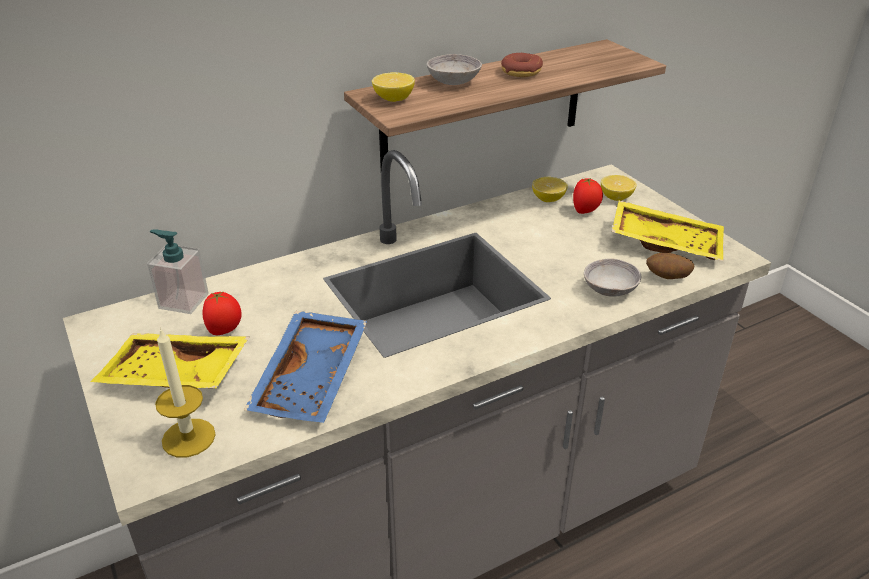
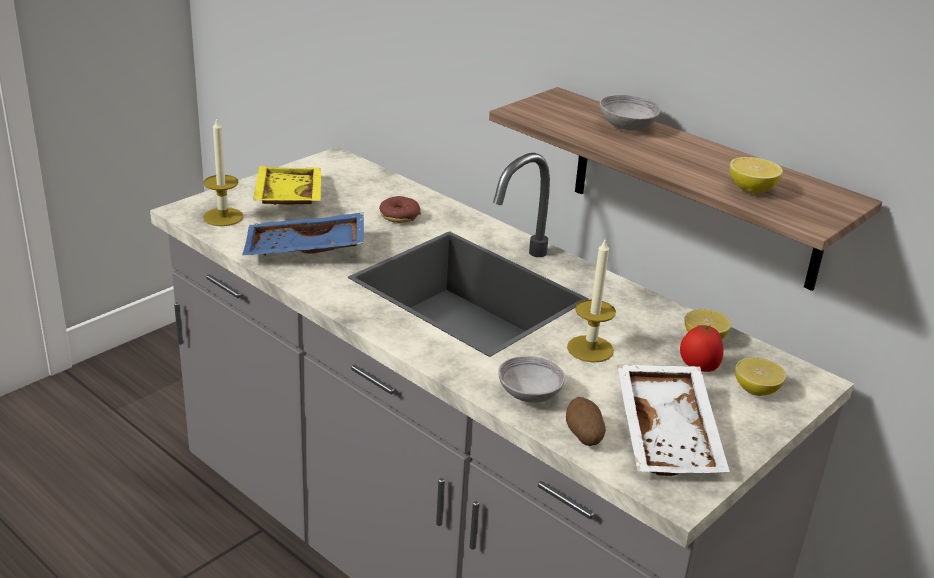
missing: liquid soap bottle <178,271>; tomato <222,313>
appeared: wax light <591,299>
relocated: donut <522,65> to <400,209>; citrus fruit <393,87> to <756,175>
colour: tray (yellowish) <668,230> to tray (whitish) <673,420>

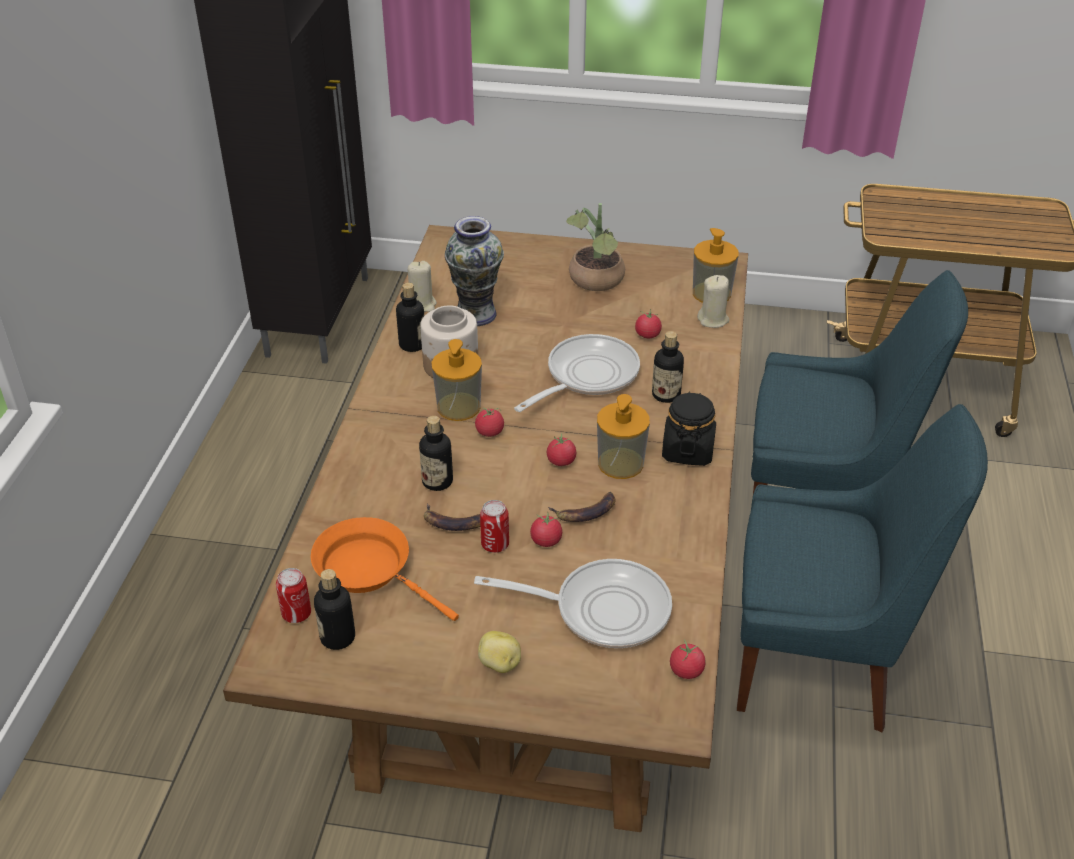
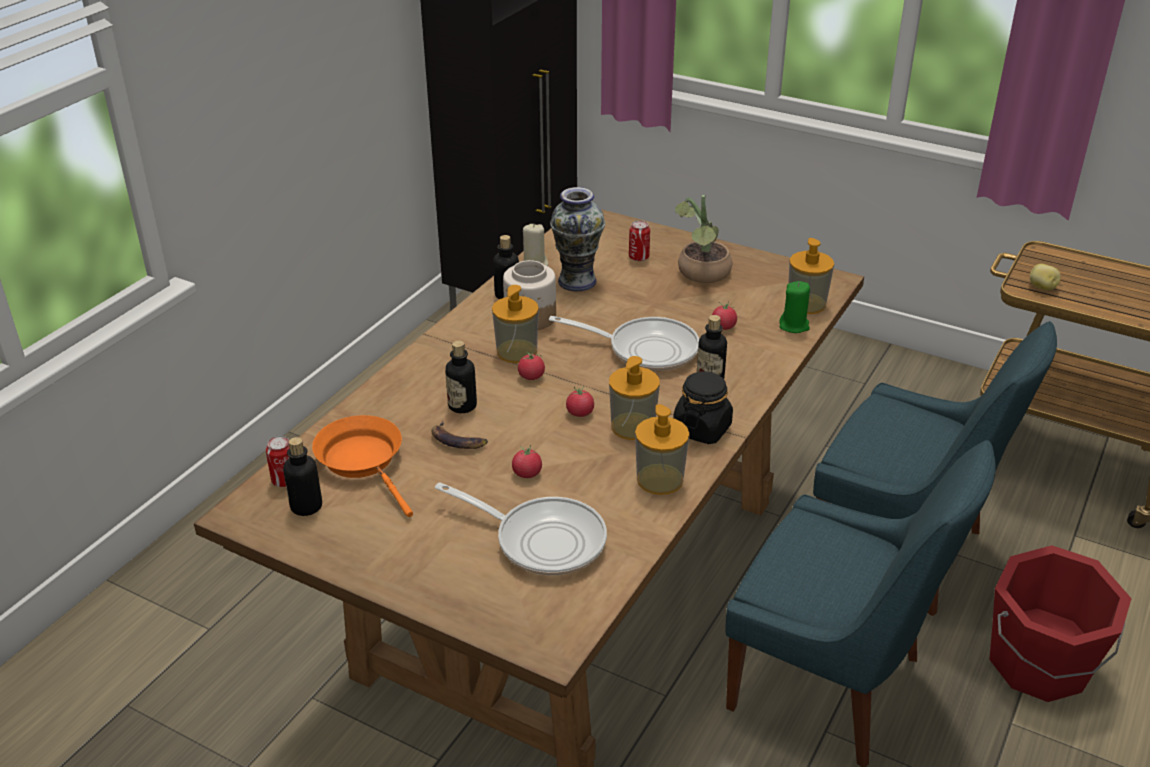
missing: whole banana <582,507>; tomato <688,659>
appeared: liquid soap bottle <662,449>; pail (red) <1060,623>
relocated: sealed can <494,526> to <639,240>; spud <499,652> to <1045,277>
colour: wax light (beige-coloured) <713,301> to wax light (green-coloured) <794,307>
spun: skillet <577,373> = <624,343> 45 degrees clockwise

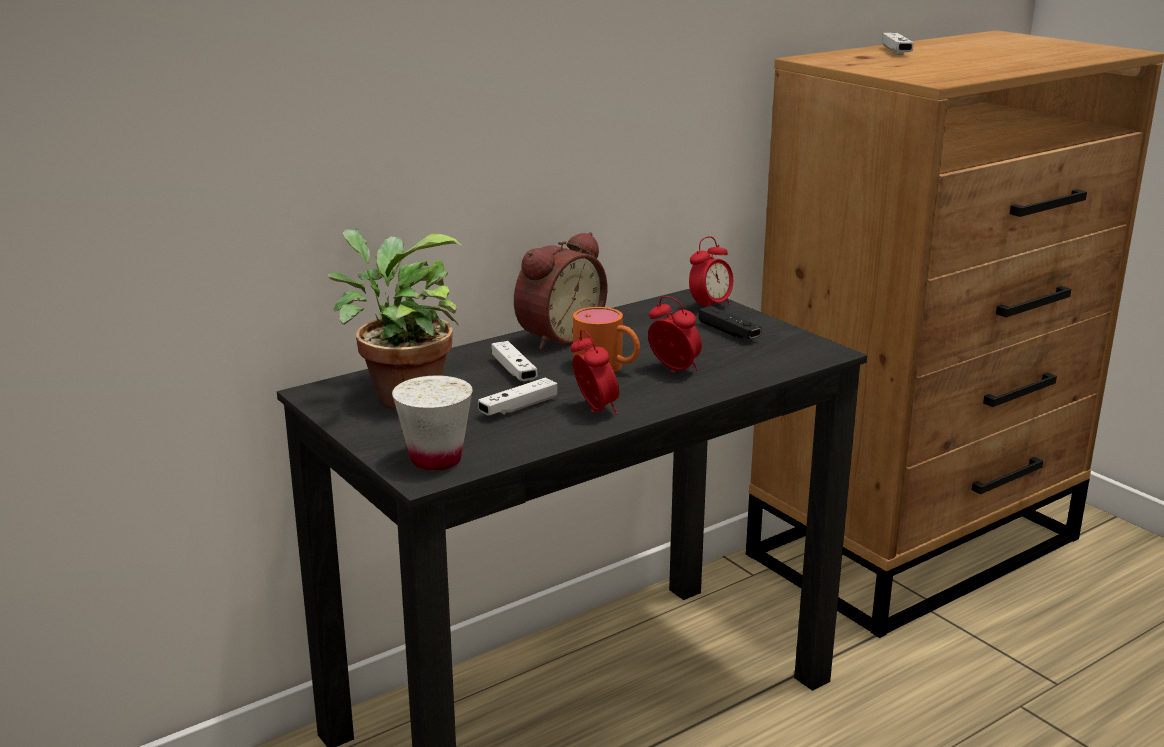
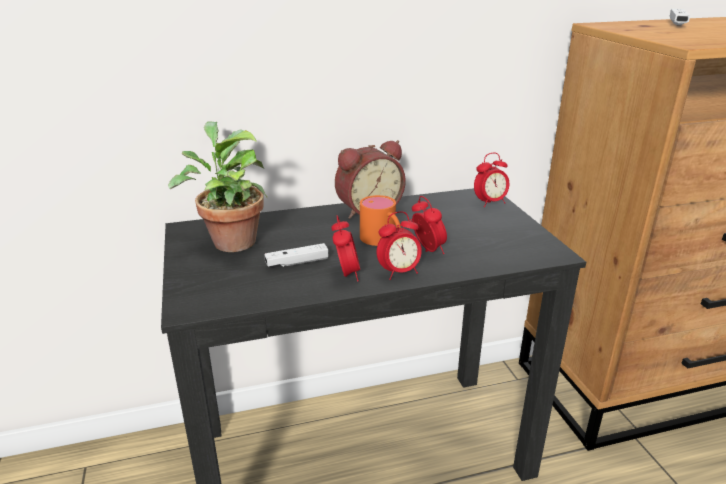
missing: joypad (black-coloured) <730,322>; joypad (whitish) <514,361>; cup (whitish) <432,423>
appeared: table clock <399,245>

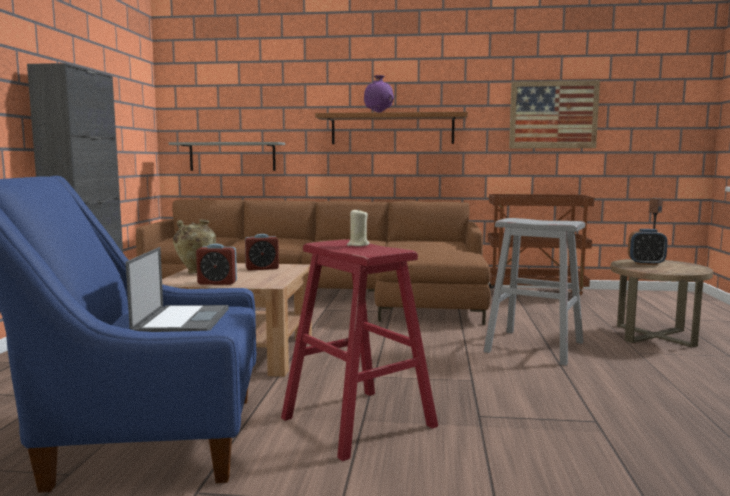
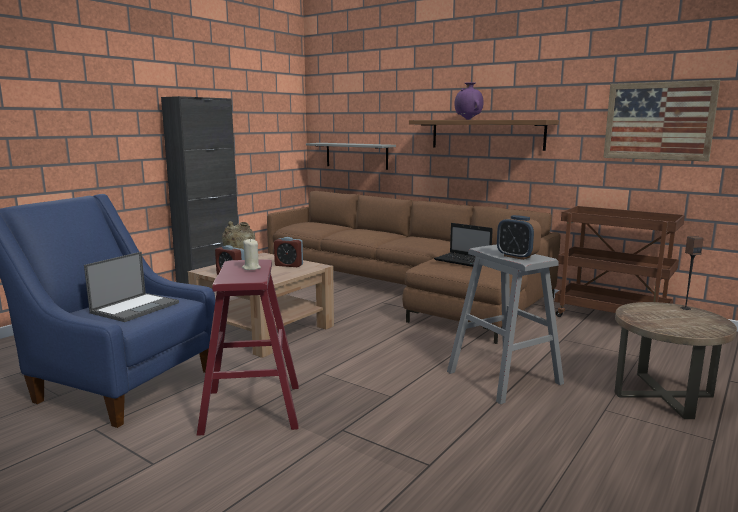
appeared: laptop <463,245>
relocated: table clock <648,247> to <519,237>

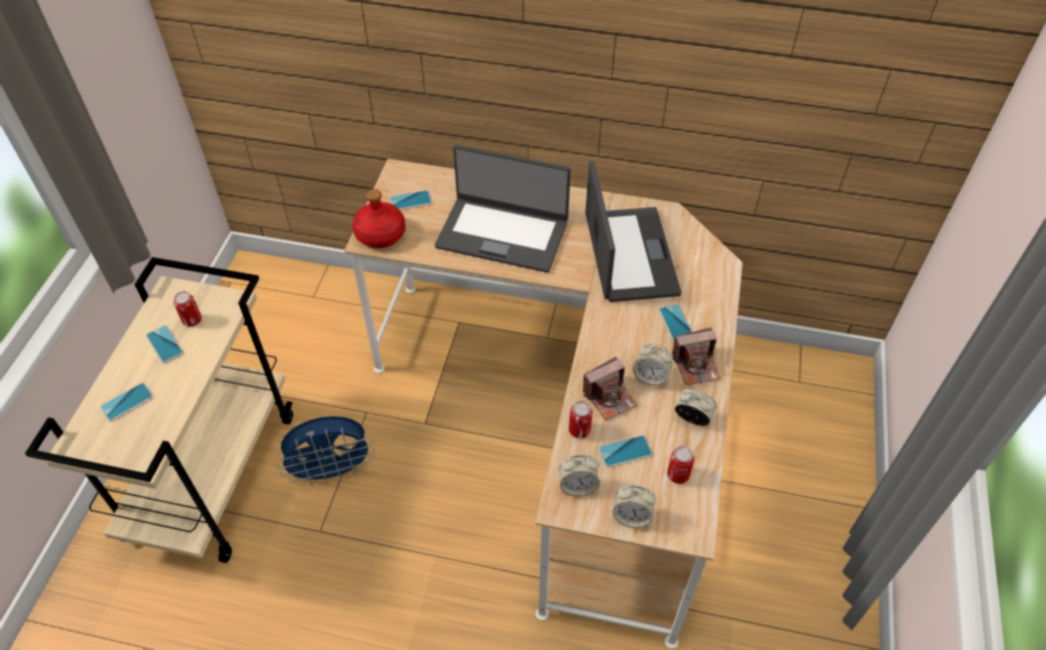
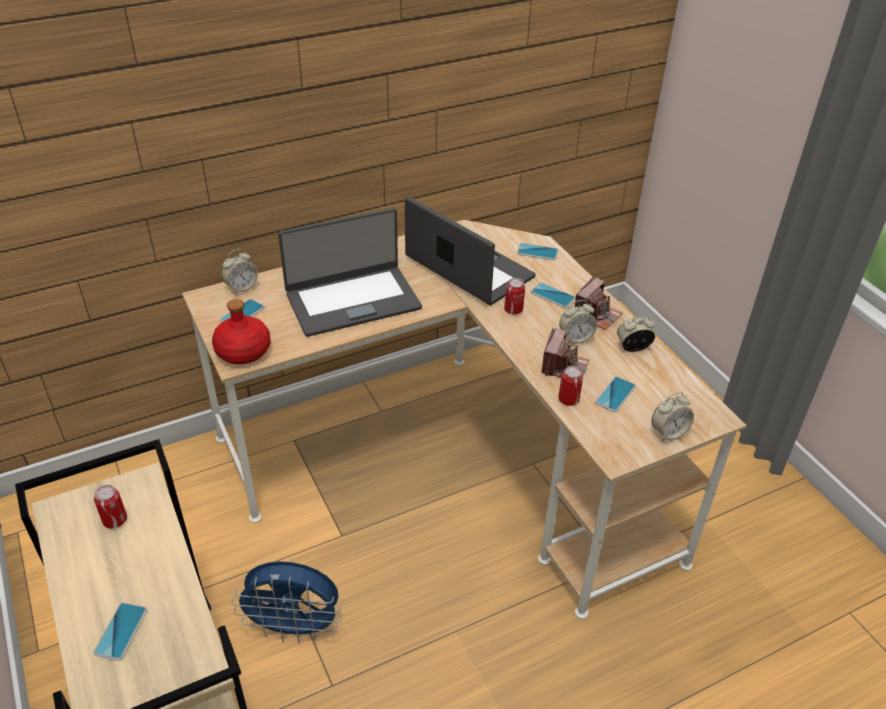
relocated: telephone <165,344> to <537,251>; sealed can <680,465> to <514,296>; table clock <579,476> to <240,272>
spun: electric fan (bluish) <326,451> = <286,602> 60 degrees clockwise

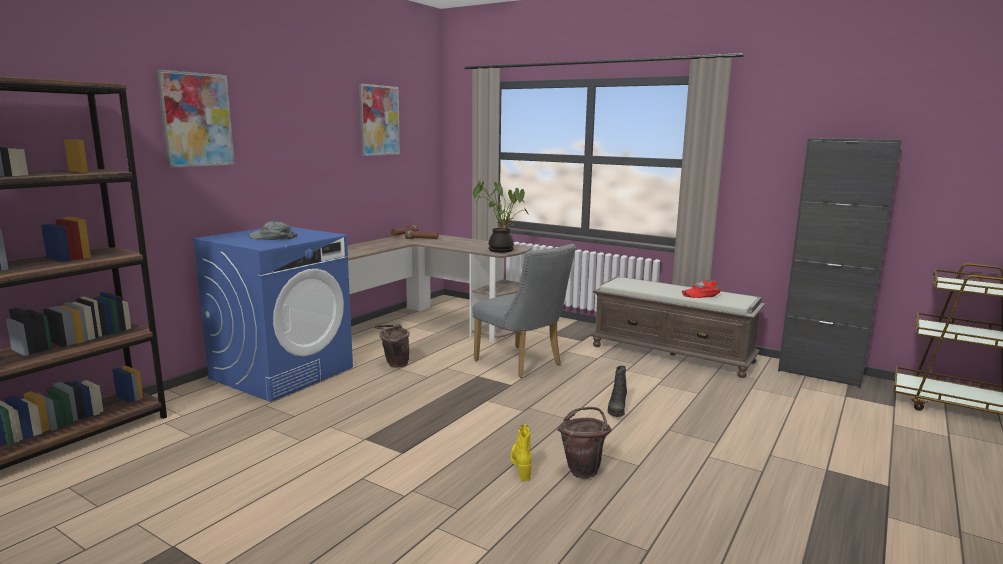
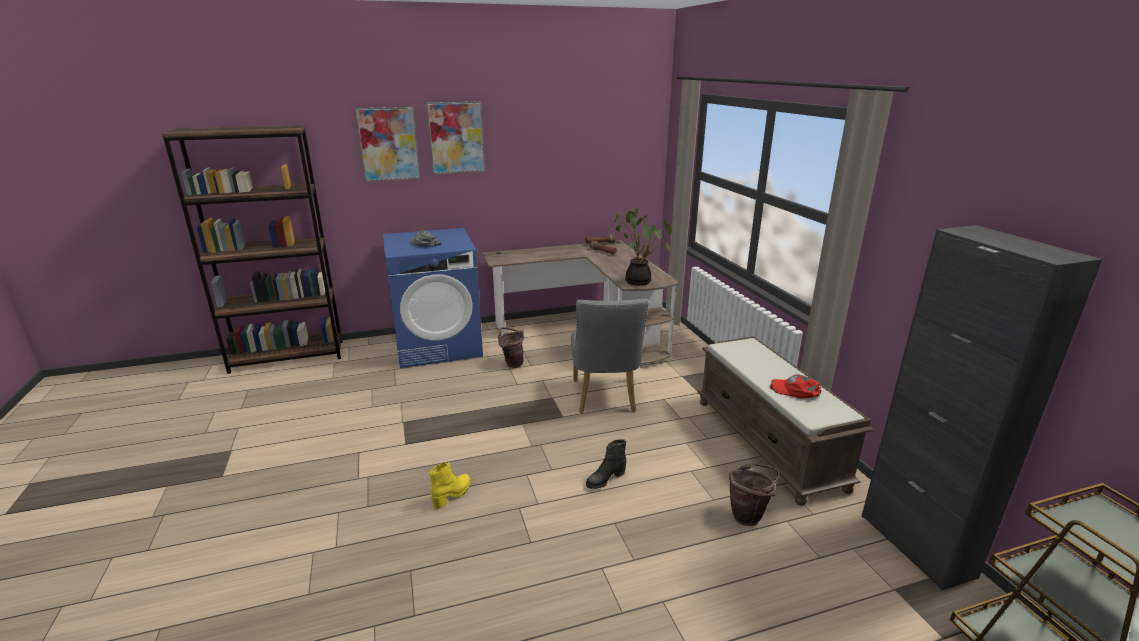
relocated: picture <379,120> to <455,137>; pail (brownish) <584,443> to <754,494>

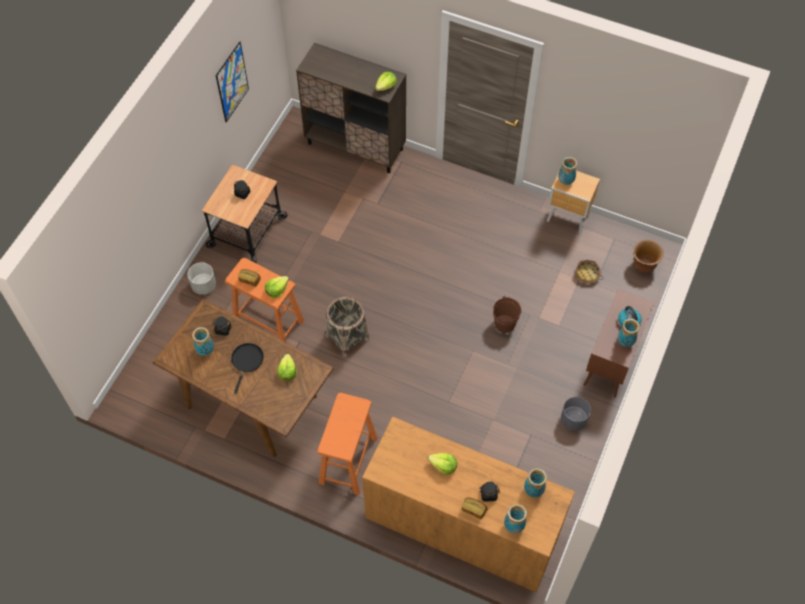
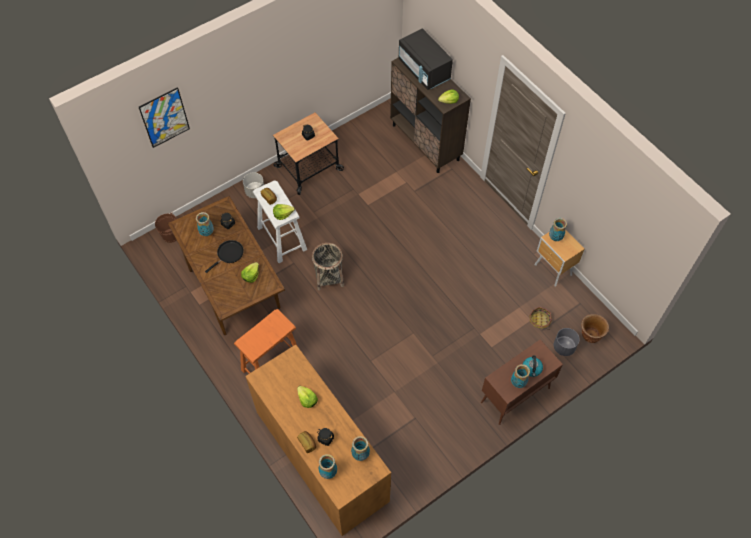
appeared: microwave (black-coloured) <426,59>
relocated: picture <232,81> to <164,117>; pail (brownish) <507,314> to <166,228>; plant pot (greyish) <576,414> to <567,342>
colour: stool seat (orangey) <264,300> to stool seat (whitish) <280,222>

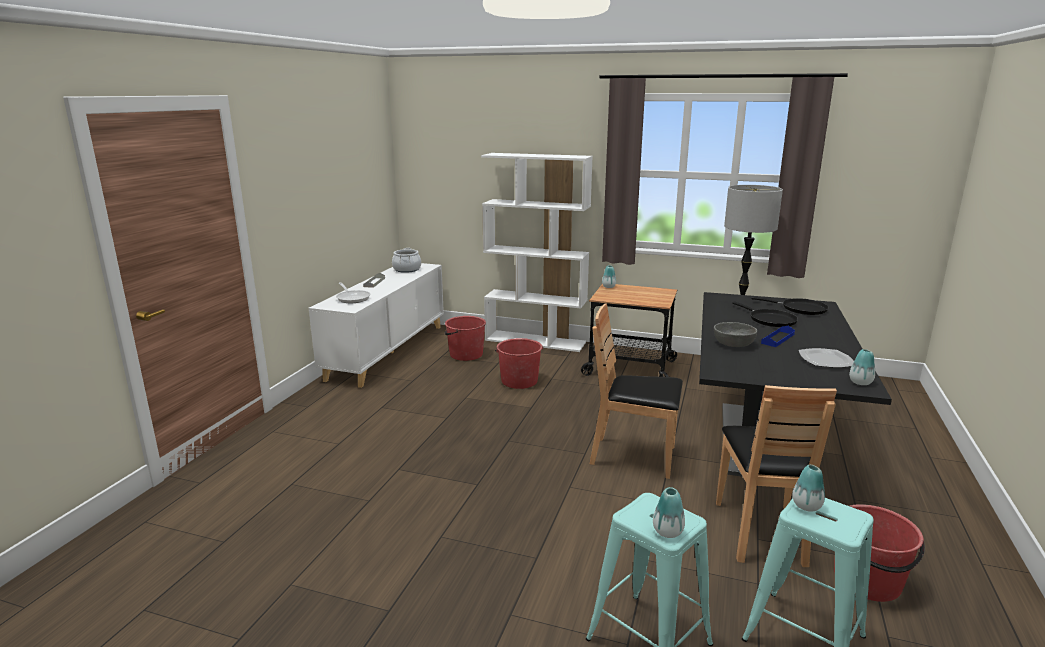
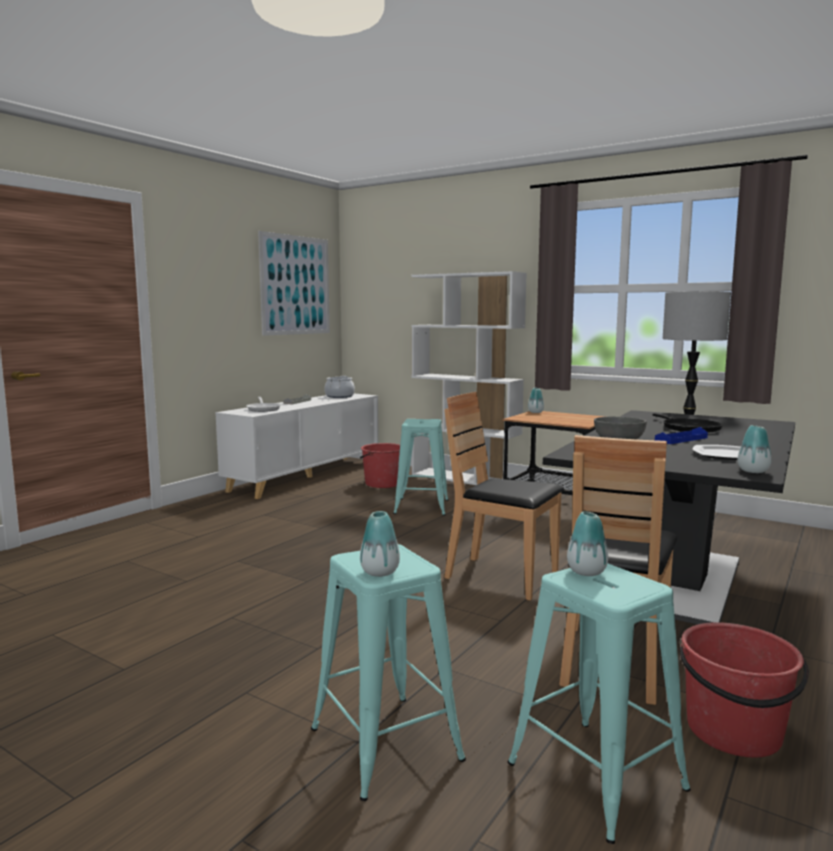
missing: skillet (black-coloured) <790,306>
appeared: picture <294,283>
exchanged: pail (red) <519,363> to stool seat (blue-green) <421,467>

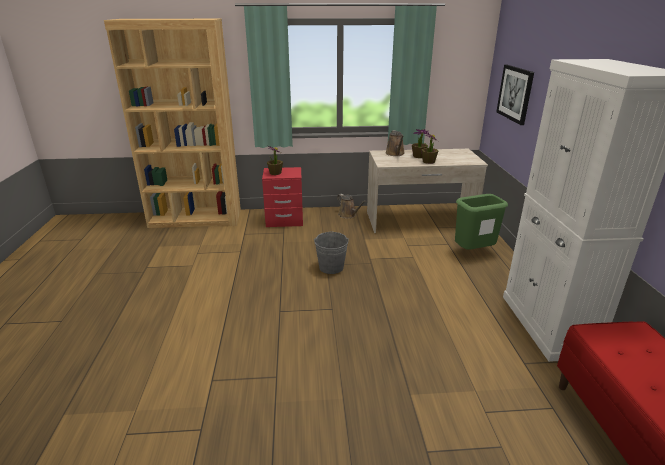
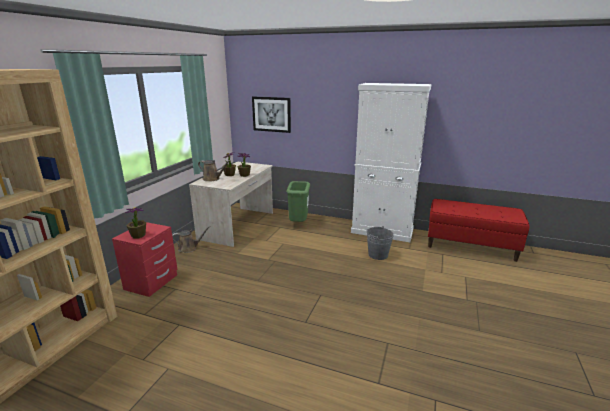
relocated: pail (greyish) <331,252> to <380,243>

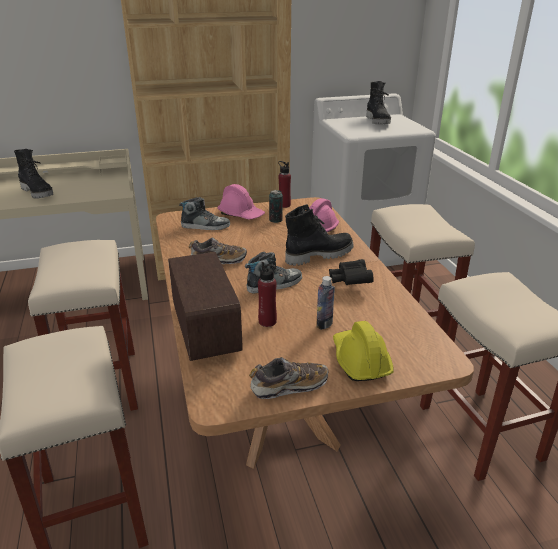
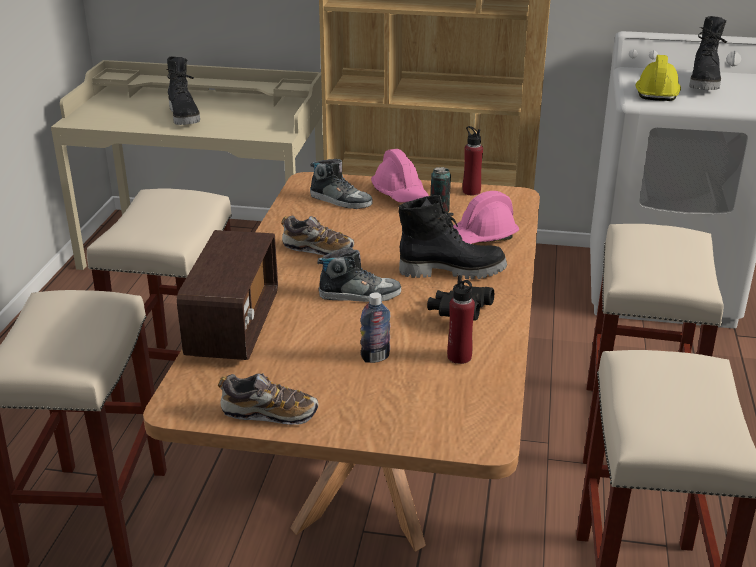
relocated: bottle (red) <267,294> to <461,319>; hard hat (yellowish) <363,351> to <658,78>

